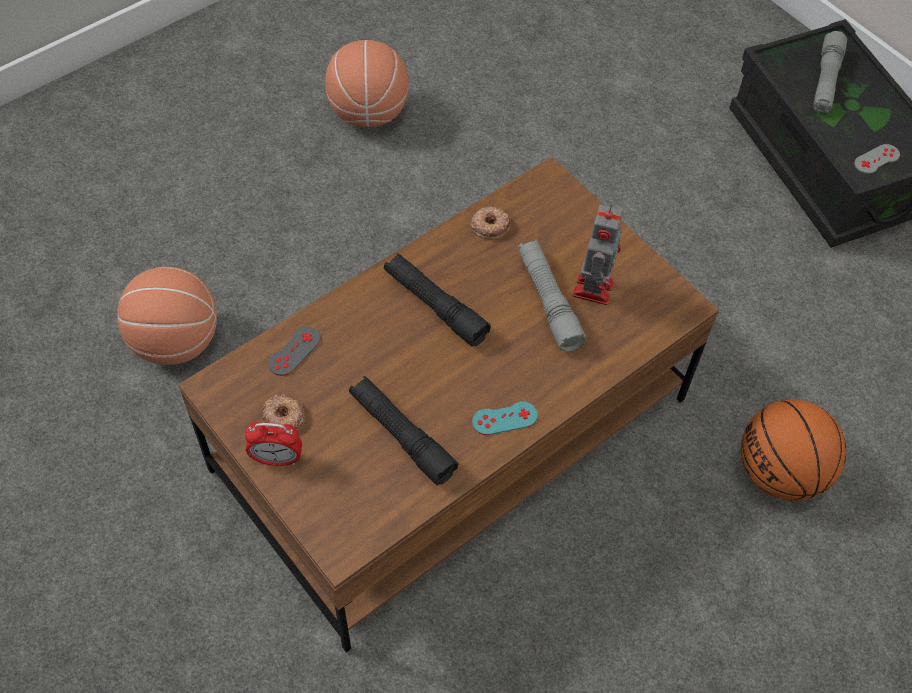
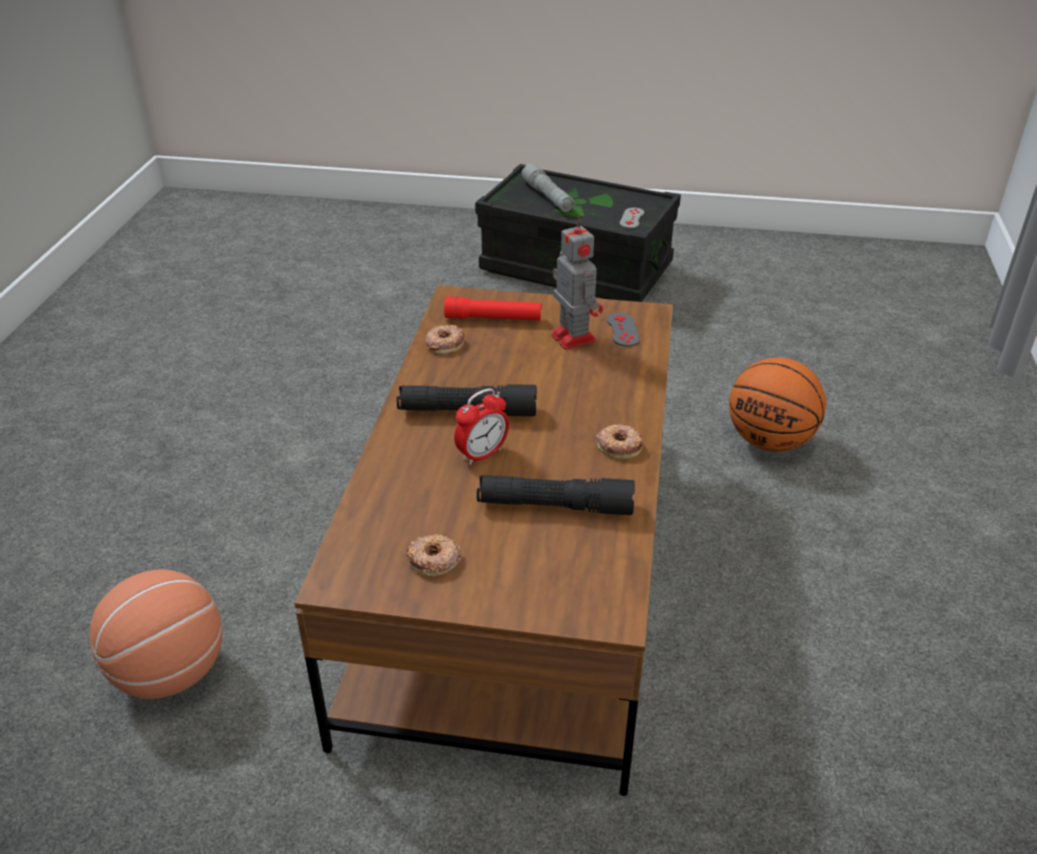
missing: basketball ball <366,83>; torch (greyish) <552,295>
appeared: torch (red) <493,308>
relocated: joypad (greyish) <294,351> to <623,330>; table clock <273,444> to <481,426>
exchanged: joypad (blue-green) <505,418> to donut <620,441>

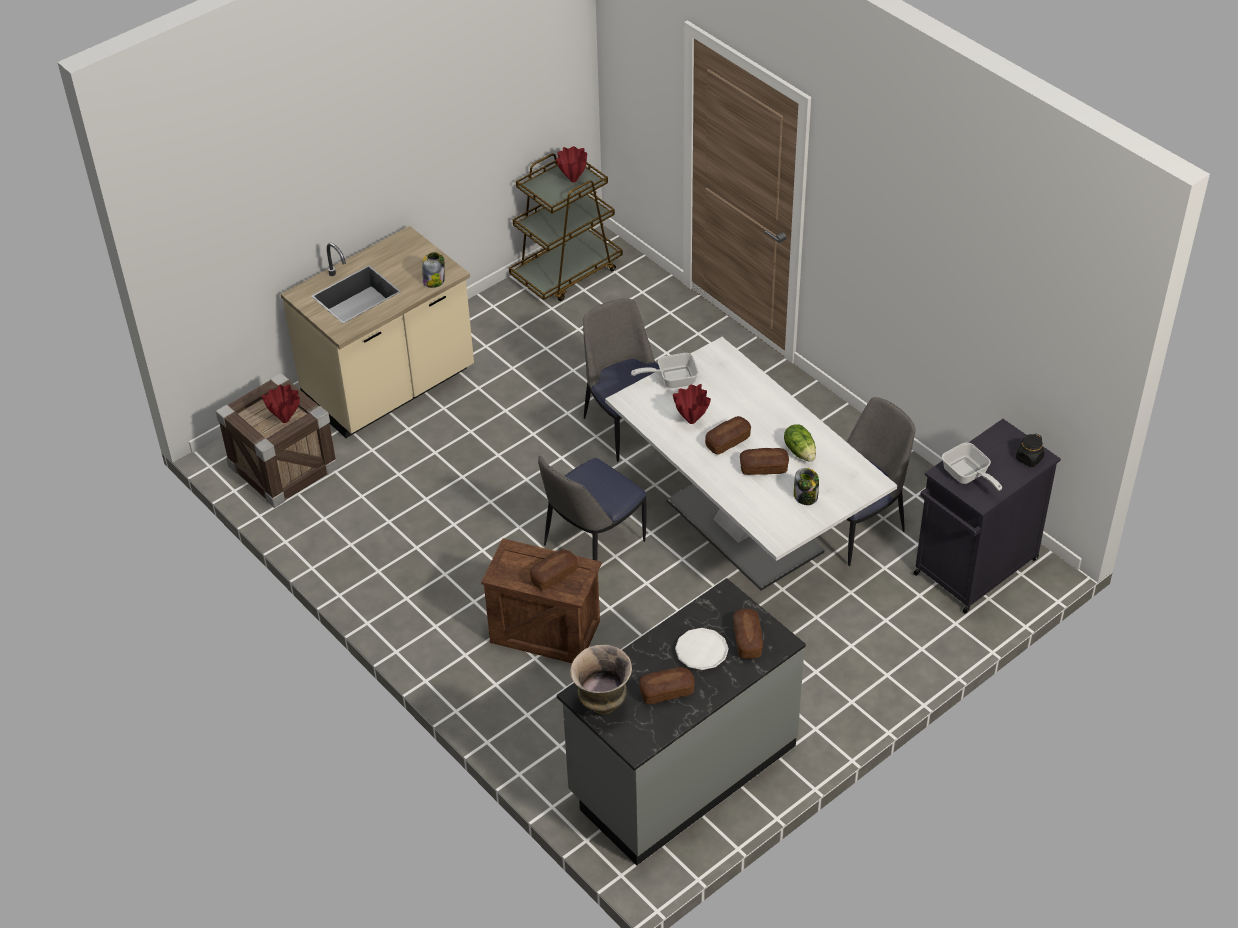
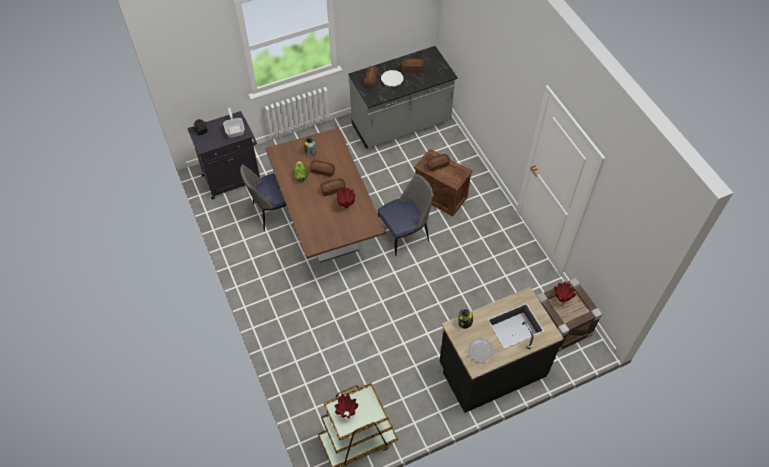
missing: plain chair <621,380>; skillet <665,370>; decorative vase <601,679>
appeared: dinner plate <481,350>
colour: counter (beige-coloured) <377,332> to counter (black-coloured) <502,350>; kitchen table (whitish) <751,463> to kitchen table (brownish) <325,195>

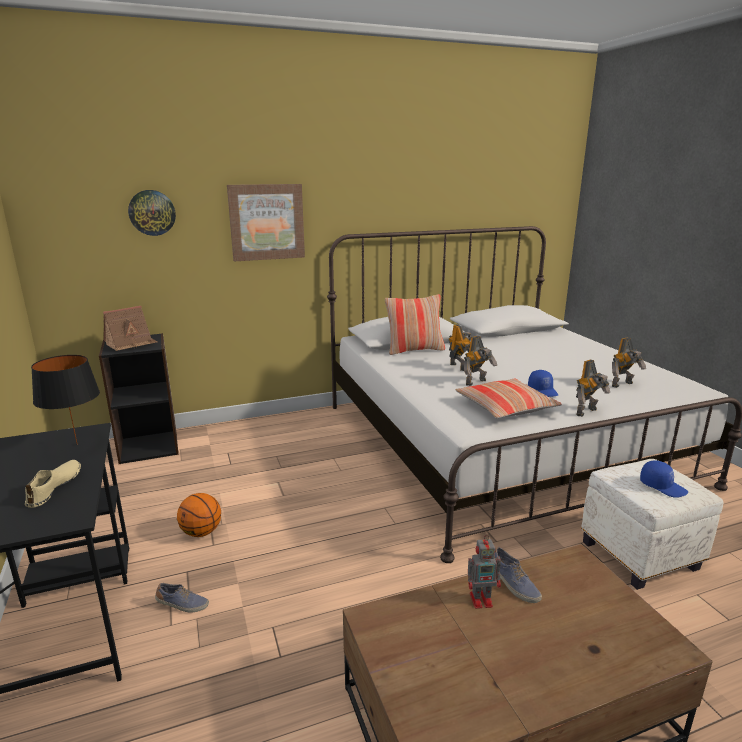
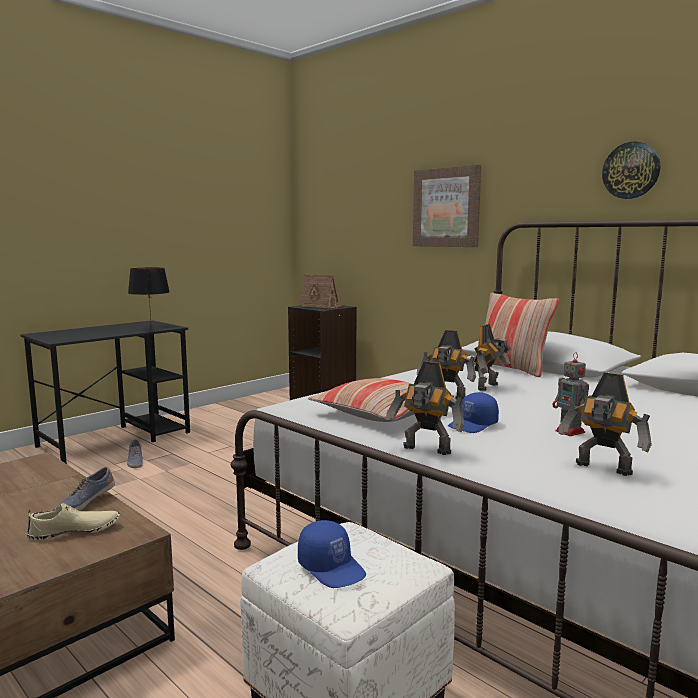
missing: basketball ball <199,515>
relocated: hanging clock <152,213> to <631,170>; item of footwear (beige-coloured) <53,484> to <73,522>; toy robot <484,572> to <571,394>
spun: baseball cap (bluish) <664,479> = <332,554> 60 degrees counterclockwise

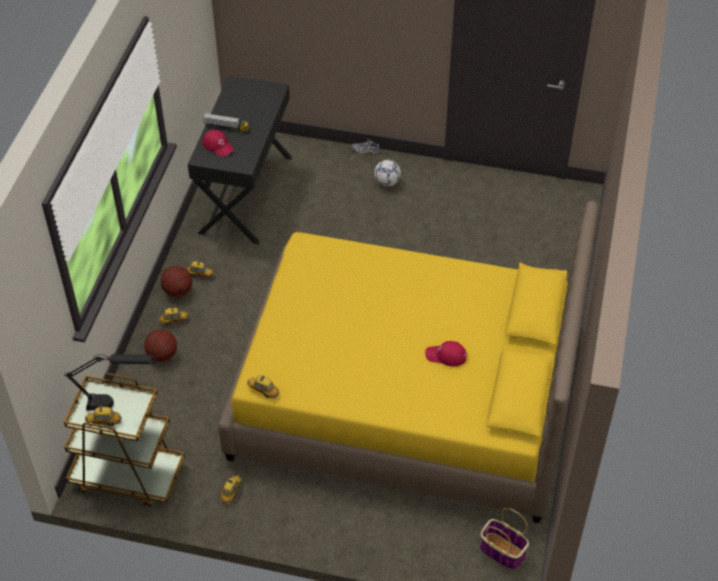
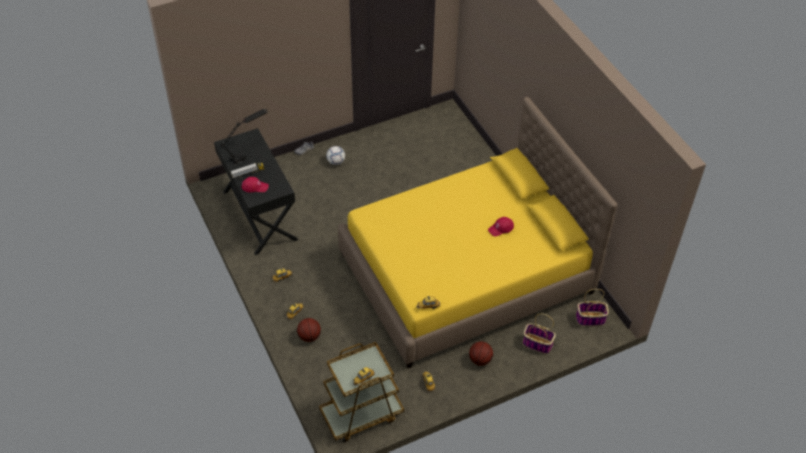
appeared: basket <539,334>
relocated: basketball ball <176,281> to <481,353>; tabletop lamp (black-coloured) <109,382> to <244,137>

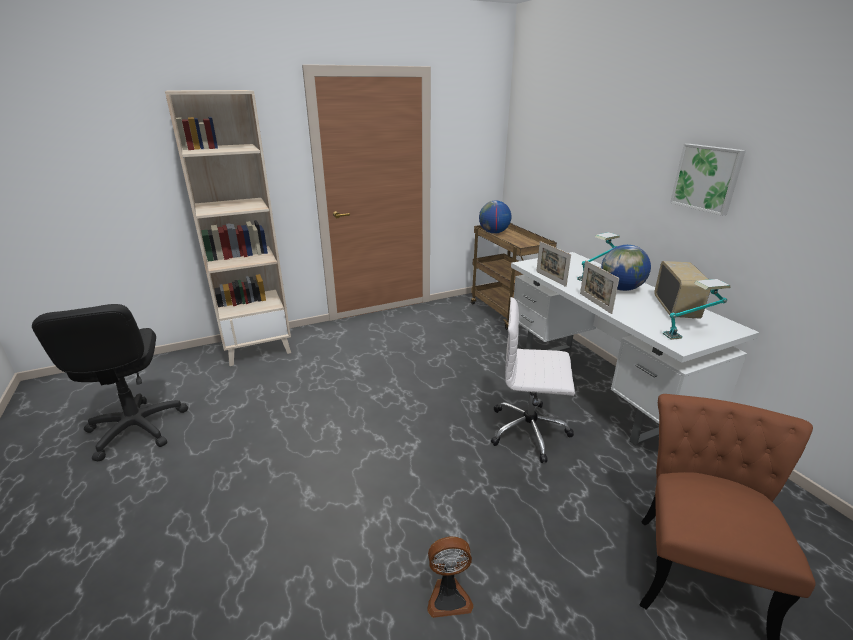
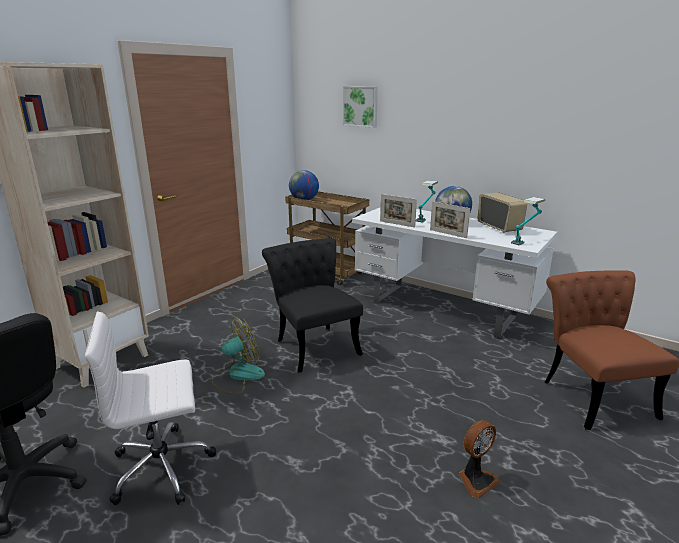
appeared: plain chair (black-coloured) <312,305>; electric fan <238,356>
relocated: picture <708,180> to <360,107>; desk chair (whitish) <533,380> to <150,408>

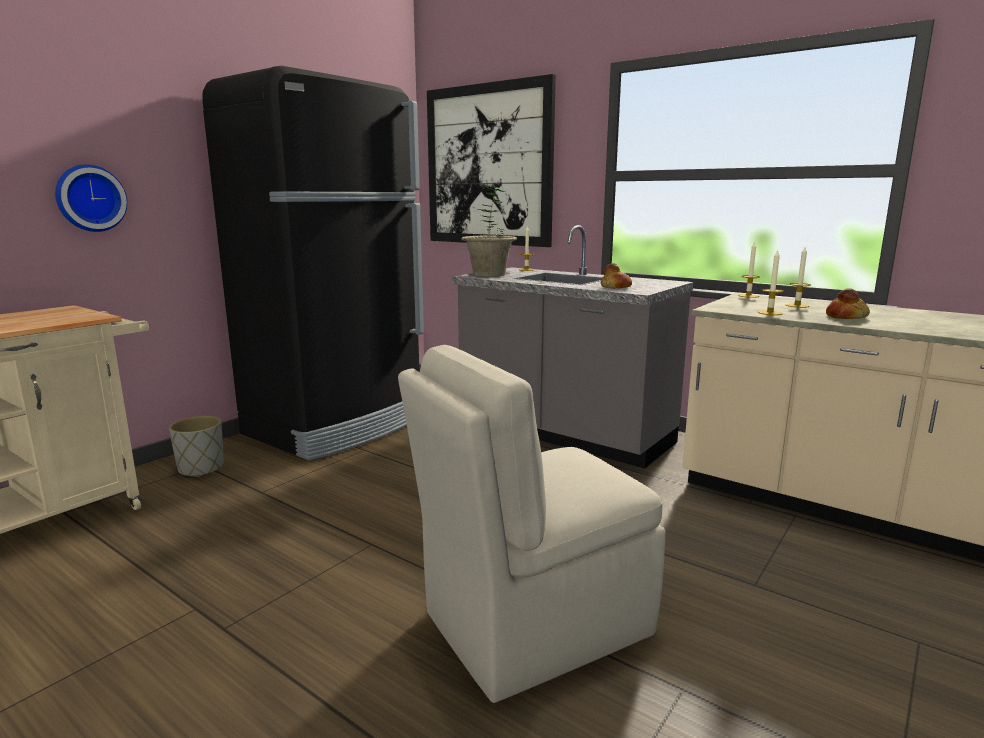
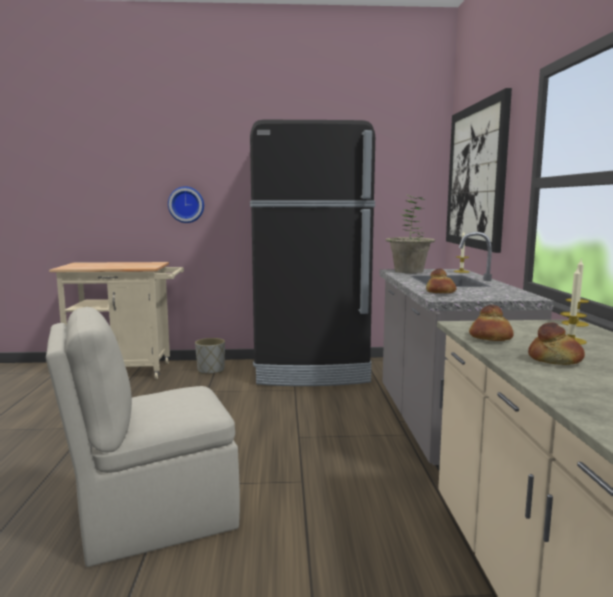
exchanged: wax light <771,282> to bakery bread <491,323>
spun: plain chair (beige-coloured) <532,524> = <143,437> 45 degrees counterclockwise

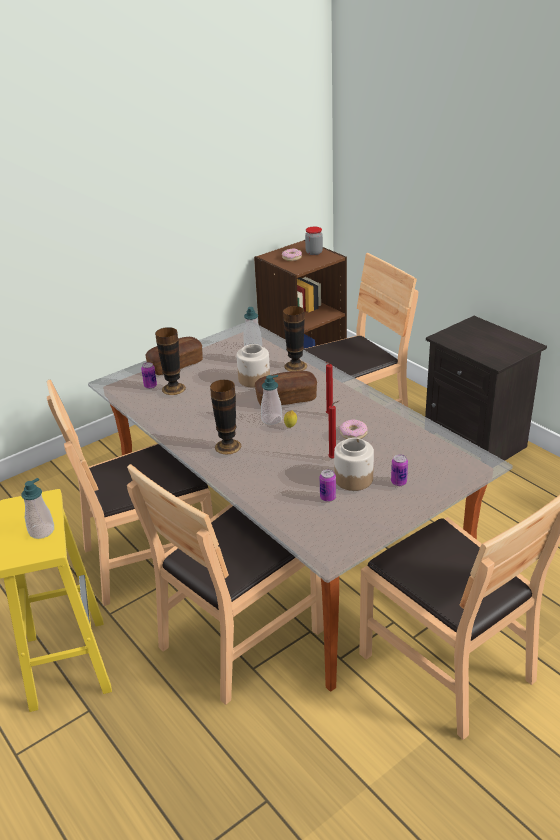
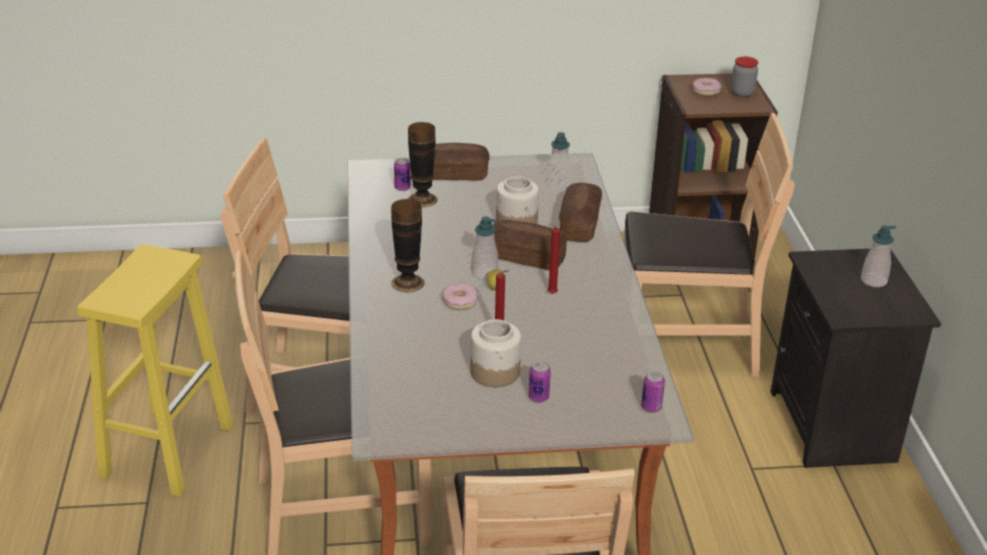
relocated: donut <353,429> to <459,296>; sealed can <328,485> to <653,391>; liquid soap bottle <37,508> to <878,256>
exchanged: decorative vase <295,339> to bakery bread <580,212>

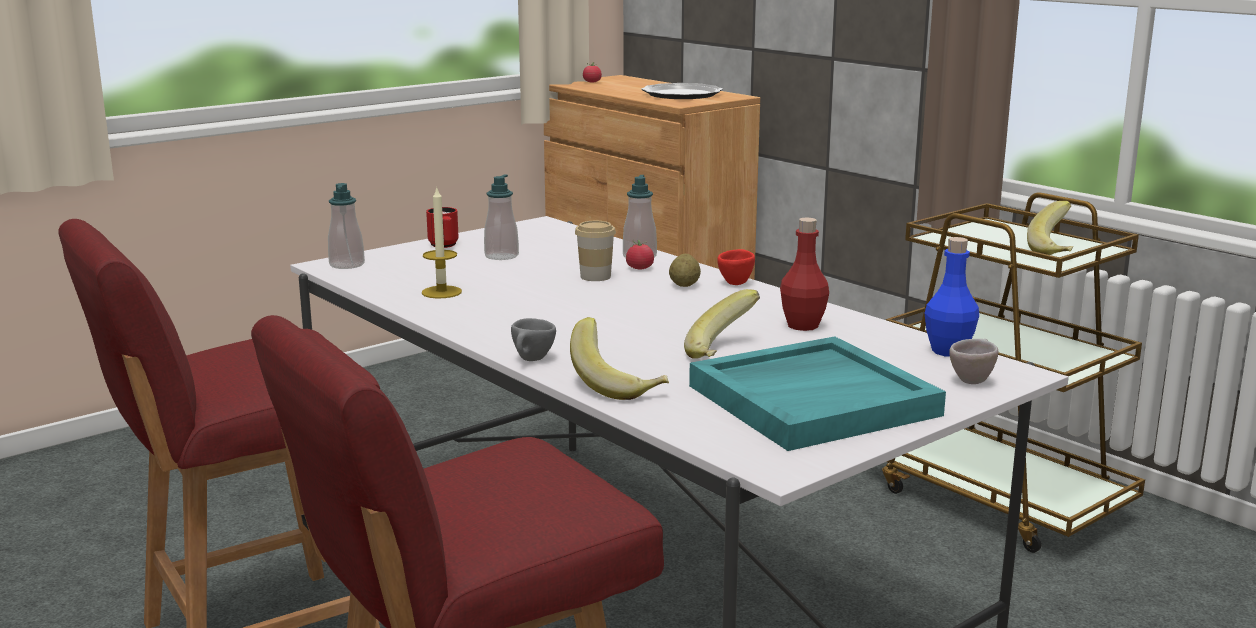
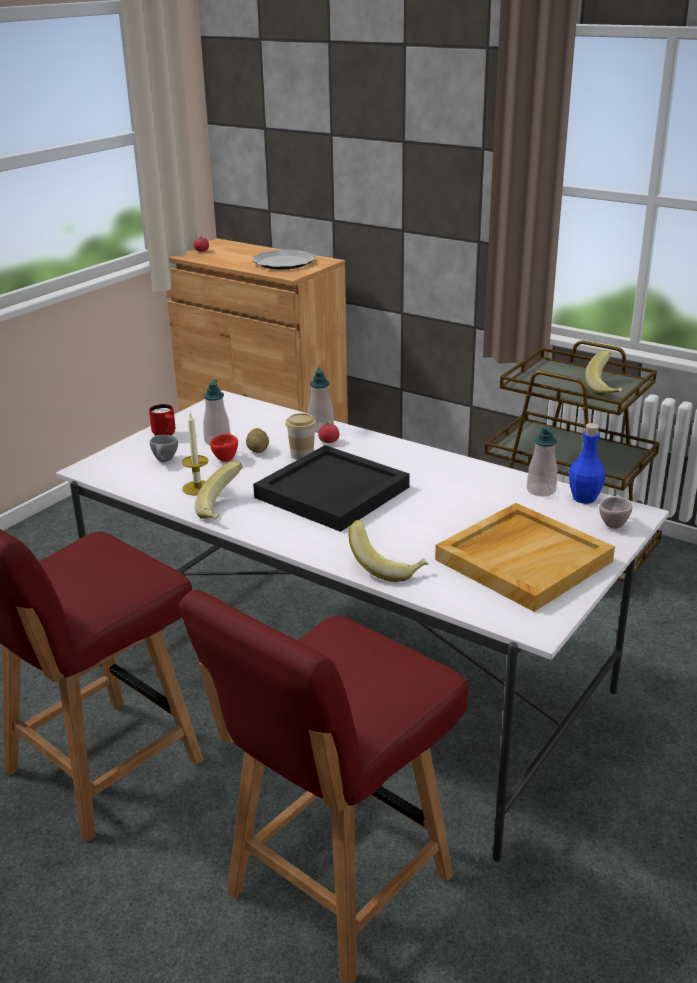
missing: bottle (red) <804,274>
appeared: tray (black-coloured) <331,488>
relocated: liquid soap bottle <346,226> to <542,461>; cup (red) <736,267> to <224,447>; spud <685,270> to <257,440>; whole banana <722,324> to <219,490>; cup (greyish) <533,339> to <164,448>
colour: tray (blue-green) <817,393> to tray (beige-coloured) <525,557>

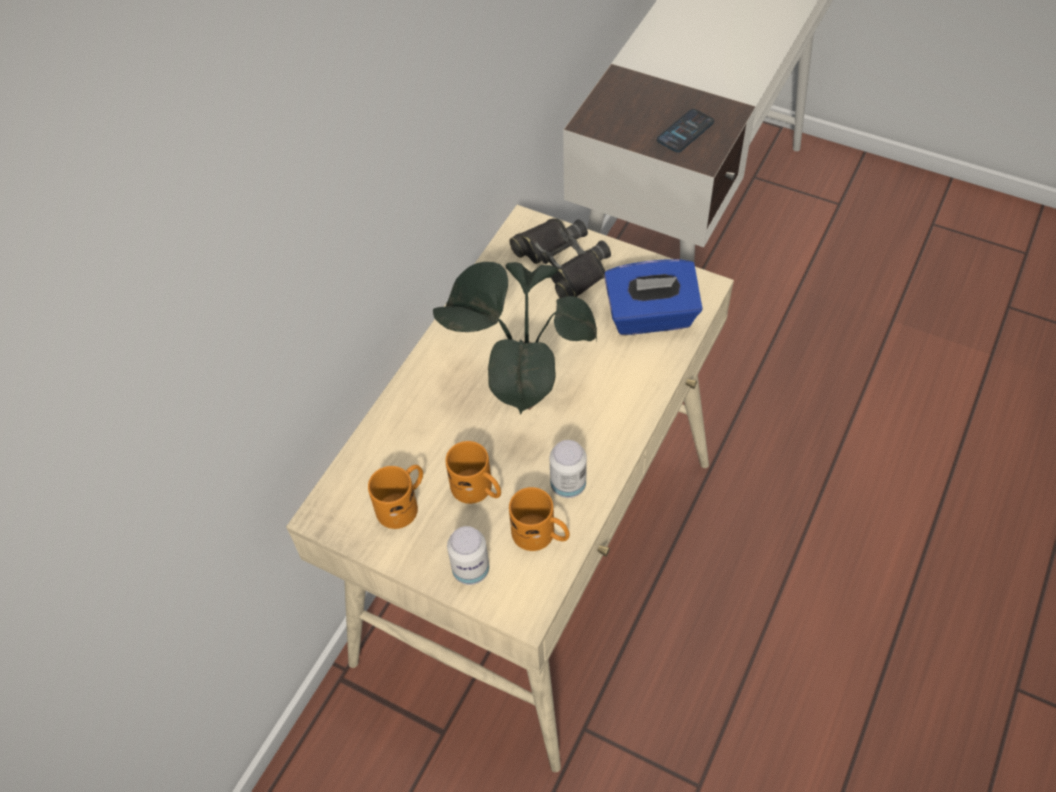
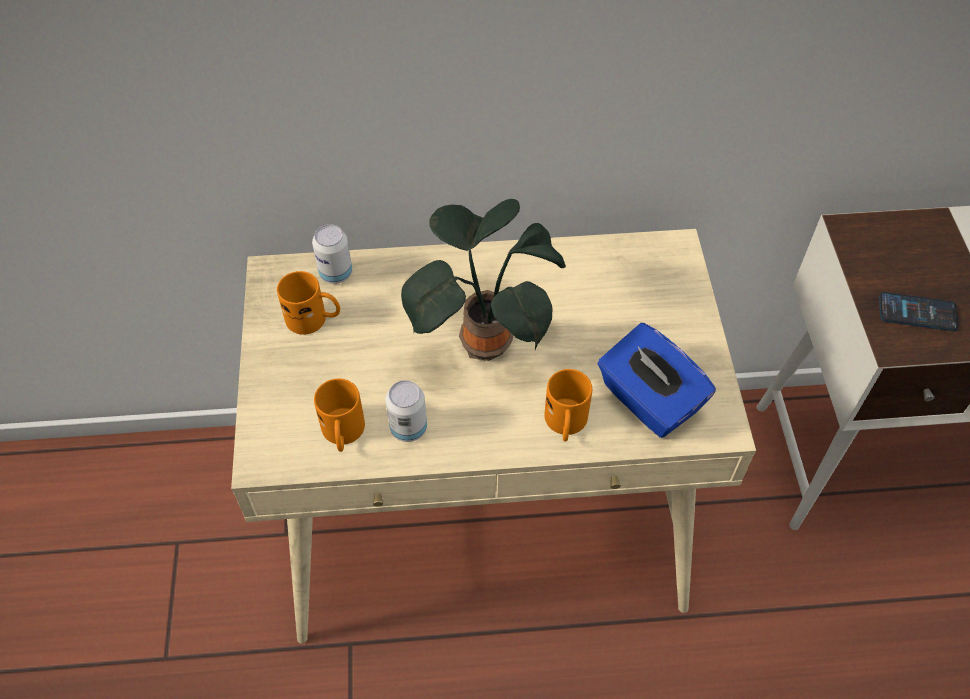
missing: binoculars (black-coloured) <560,258>
relocated: coffee mug (orangey) <473,472> to <568,405>; sealed can <468,555> to <332,254>

